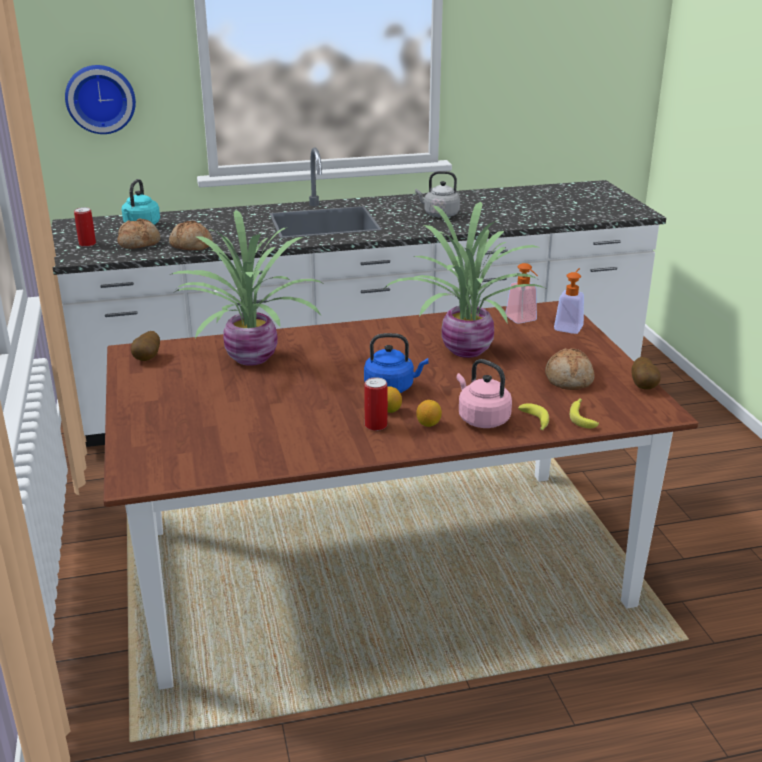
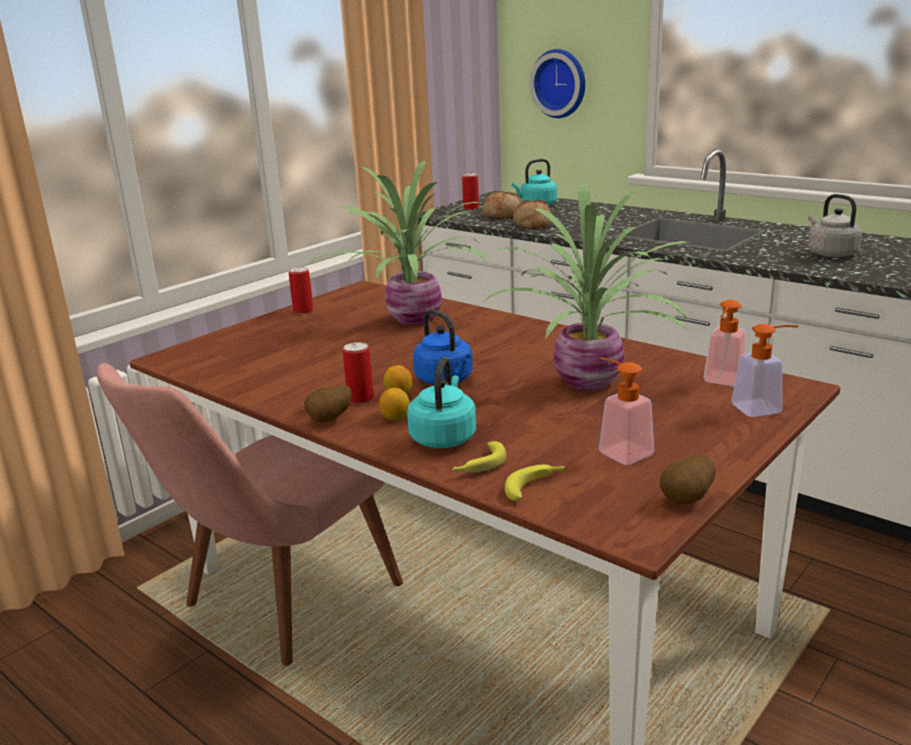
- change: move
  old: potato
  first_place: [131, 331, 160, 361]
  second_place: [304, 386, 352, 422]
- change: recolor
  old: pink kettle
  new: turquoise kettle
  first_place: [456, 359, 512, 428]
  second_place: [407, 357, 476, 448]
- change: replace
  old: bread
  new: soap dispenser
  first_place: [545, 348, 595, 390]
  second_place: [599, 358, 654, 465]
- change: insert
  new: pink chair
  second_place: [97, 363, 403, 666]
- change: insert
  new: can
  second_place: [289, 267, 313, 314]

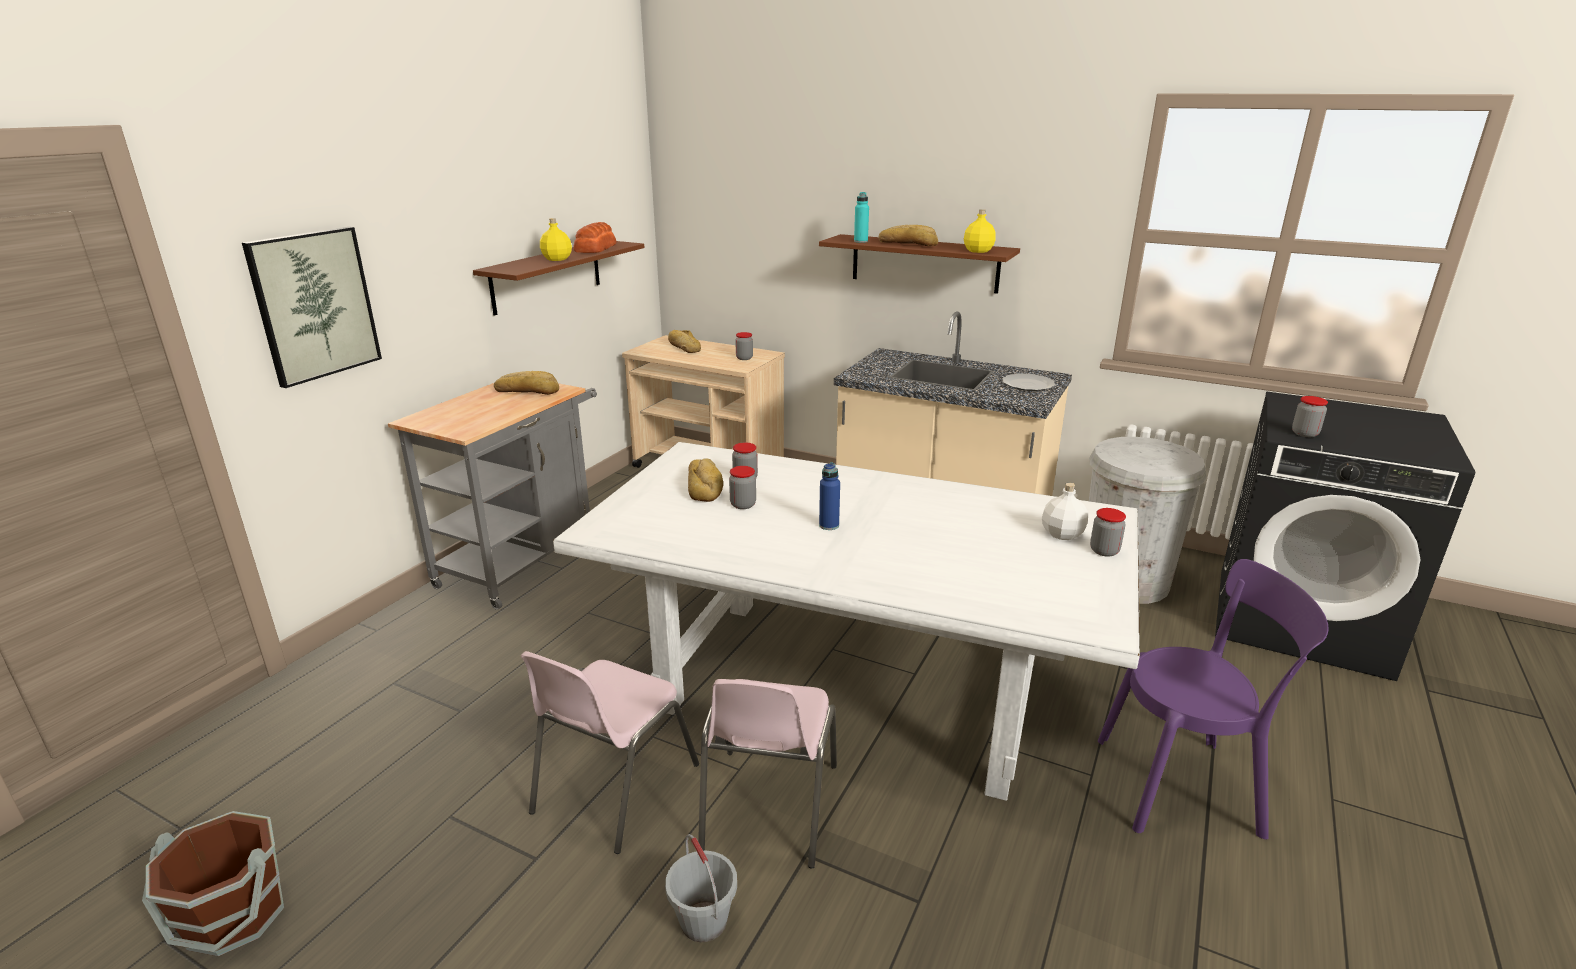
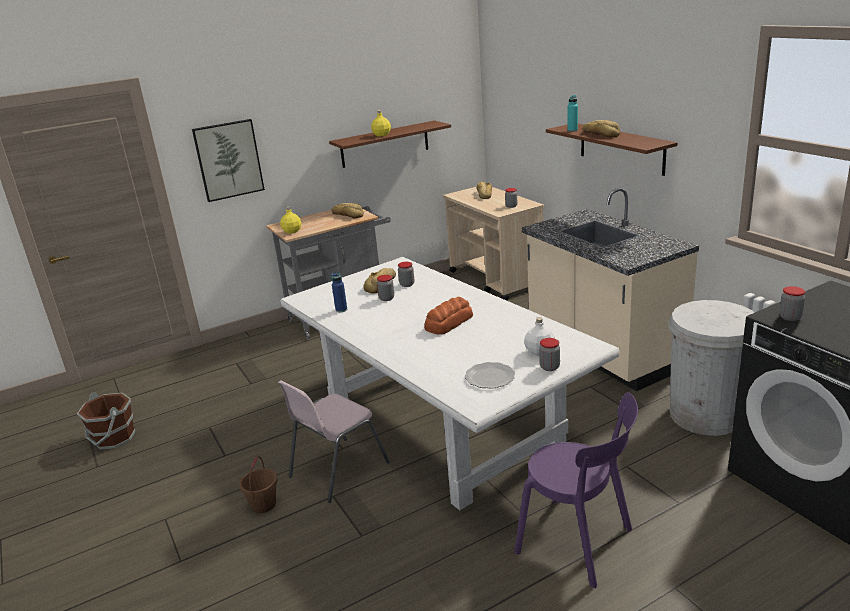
- change: delete
  old: pink chair
  first_place: [521, 651, 699, 854]
- change: move
  old: bread
  first_place: [573, 222, 617, 253]
  second_place: [424, 297, 473, 334]
- change: recolor
  old: grey bucket
  new: brown bucket
  first_place: [665, 834, 737, 942]
  second_place: [239, 456, 278, 513]
- change: move
  old: blue bottle
  first_place: [819, 462, 840, 530]
  second_place: [331, 272, 347, 312]
- change: move
  old: yellow bottle
  first_place: [964, 209, 996, 253]
  second_place: [280, 206, 301, 234]
- change: move
  old: plate
  first_place: [1002, 373, 1056, 391]
  second_place: [465, 362, 515, 389]

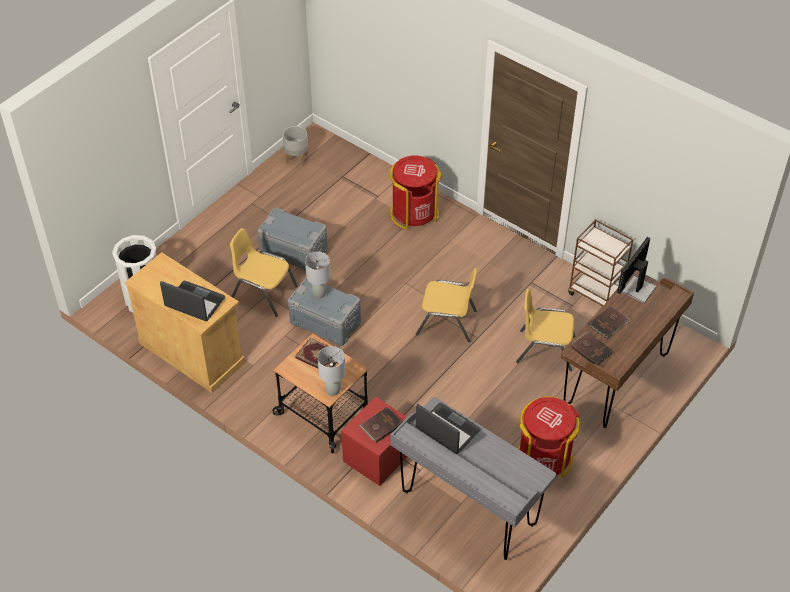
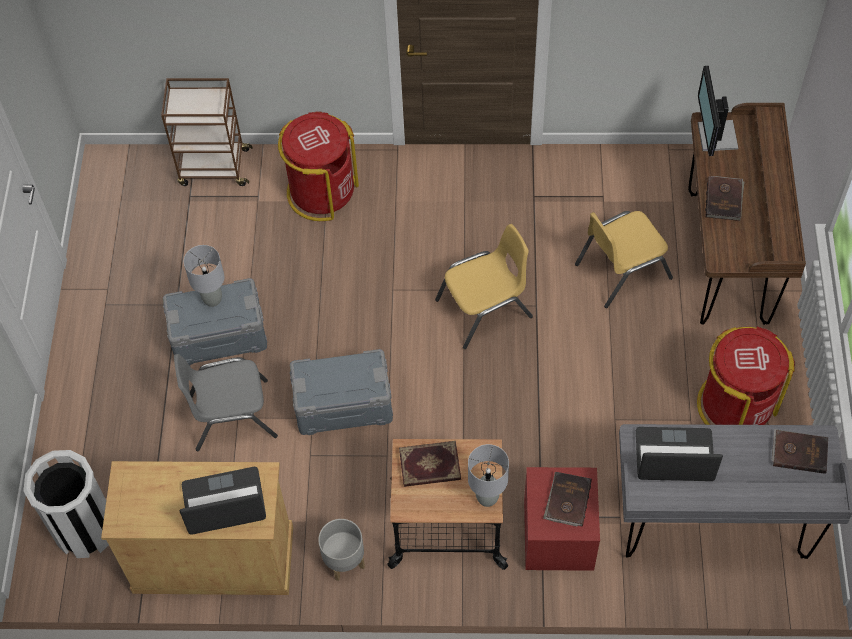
- change: recolor
  old: yellow chair
  new: grey chair
  first_place: [230, 228, 298, 317]
  second_place: [174, 354, 278, 451]
- change: move
  old: grey planter
  first_place: [283, 126, 308, 166]
  second_place: [318, 519, 365, 581]
- change: move
  old: grey table lamp
  first_place: [305, 252, 331, 298]
  second_place: [184, 245, 224, 307]
- change: move
  old: brown cart
  first_place: [568, 219, 634, 306]
  second_place: [161, 78, 253, 186]
- change: move
  old: brown book
  first_place: [571, 331, 613, 365]
  second_place: [772, 429, 828, 474]

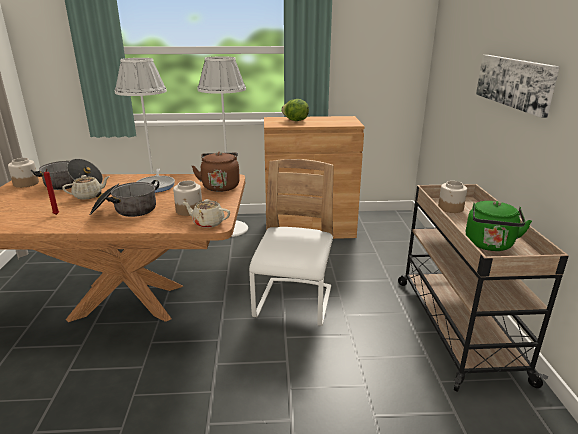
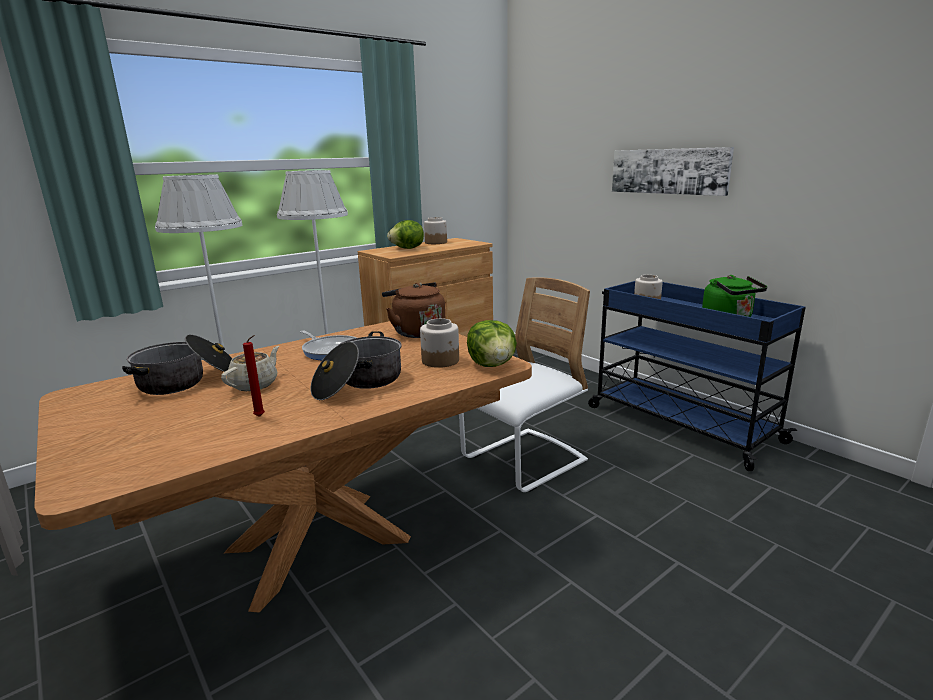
- change: move
  old: jar
  first_place: [8, 158, 39, 188]
  second_place: [424, 217, 447, 244]
- change: replace
  old: beige teapot
  new: lettuce
  first_place: [182, 199, 230, 228]
  second_place: [467, 320, 517, 367]
- change: rotate
  old: white chair
  first_place: [249, 159, 334, 326]
  second_place: [459, 277, 590, 492]
  degrees: 75
- change: recolor
  old: beige cart
  new: blue cart
  first_place: [398, 184, 569, 392]
  second_place: [588, 281, 806, 471]

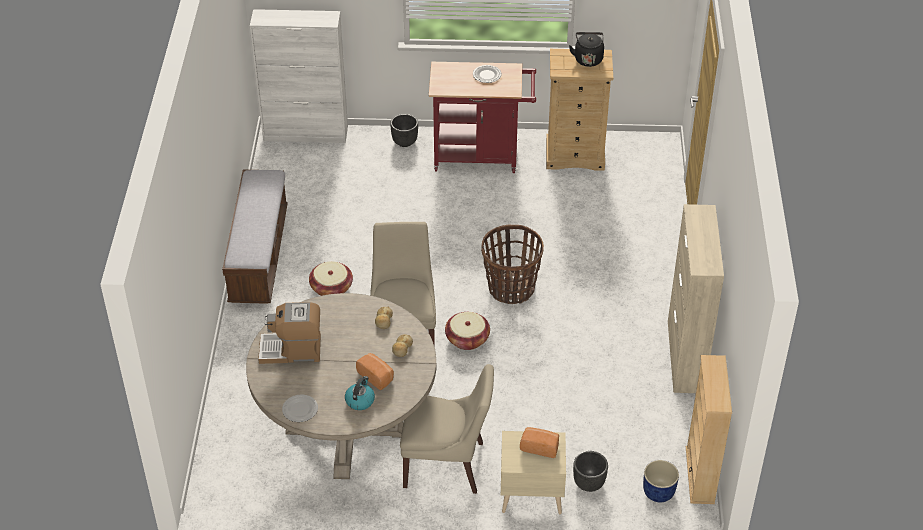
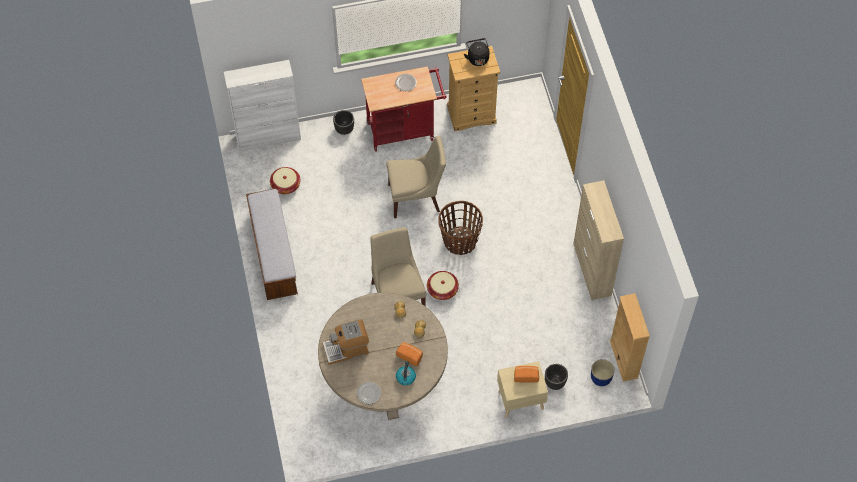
- change: move
  old: basket
  first_place: [309, 261, 353, 296]
  second_place: [270, 167, 301, 194]
- change: move
  old: beige chair
  first_place: [400, 364, 494, 494]
  second_place: [386, 136, 446, 218]

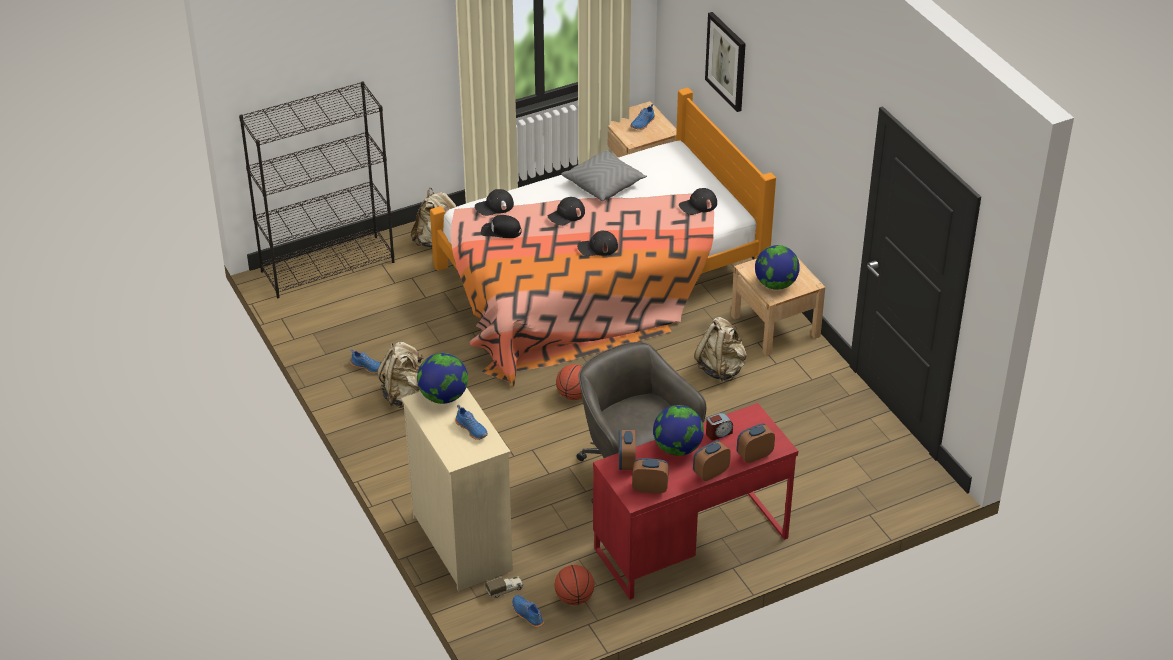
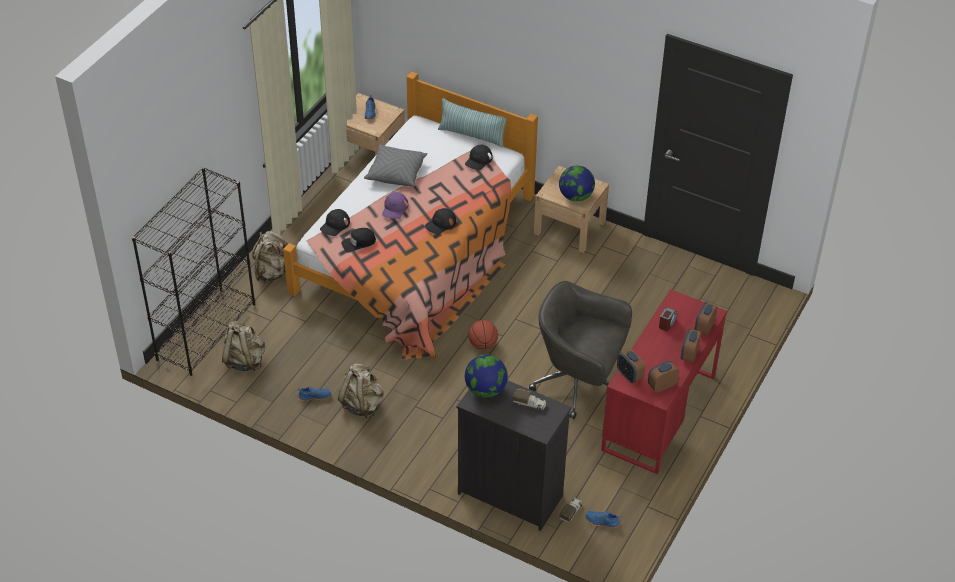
- change: recolor
  old: beige dresser
  new: black dresser
  first_place: [401, 387, 513, 591]
  second_place: [457, 380, 571, 531]
- change: replace
  old: blue shoe
  new: toy truck
  first_place: [455, 405, 488, 440]
  second_place: [513, 388, 546, 411]
- change: recolor
  old: black cap
  new: purple cap
  first_place: [548, 197, 585, 226]
  second_place: [382, 192, 408, 219]
- change: delete
  old: basketball
  first_place: [554, 565, 594, 605]
- change: delete
  old: globe
  first_place: [653, 405, 704, 456]
- change: move
  old: beige backpack
  first_place: [694, 317, 747, 382]
  second_place: [222, 321, 265, 371]
- change: delete
  old: picture
  first_place: [705, 12, 745, 112]
- change: insert
  new: pillow
  second_place: [438, 98, 506, 147]

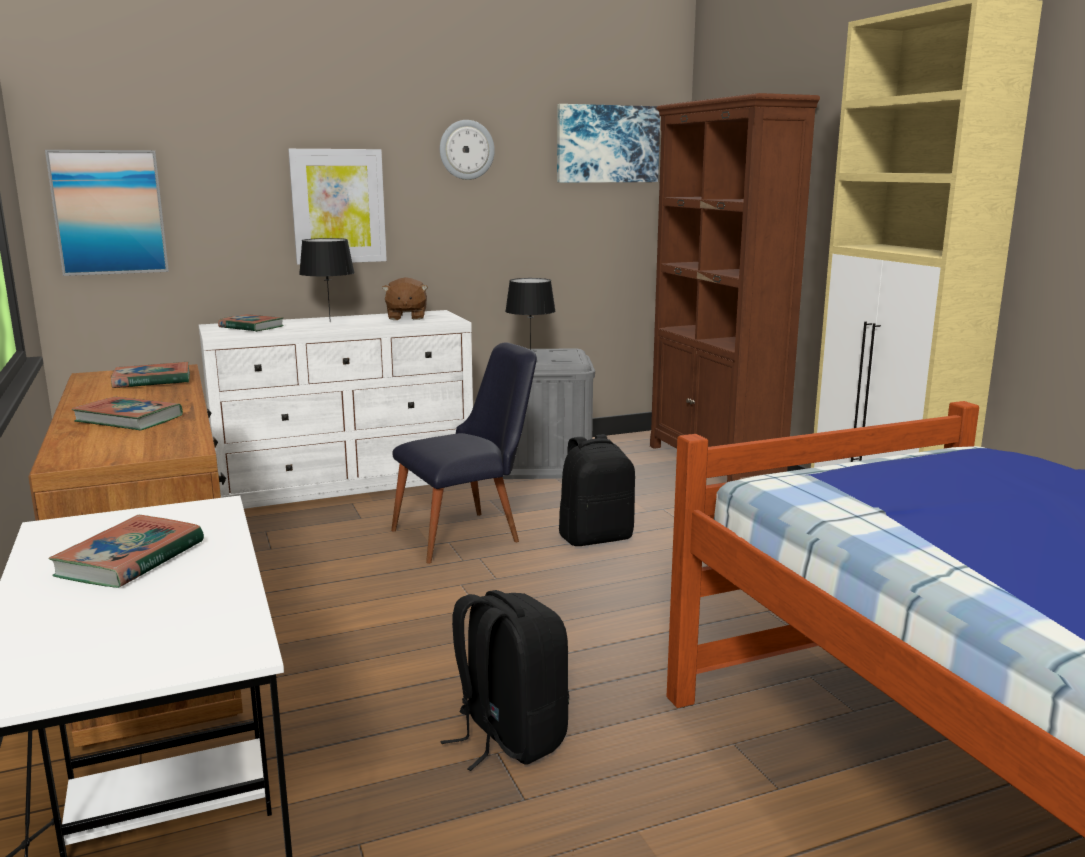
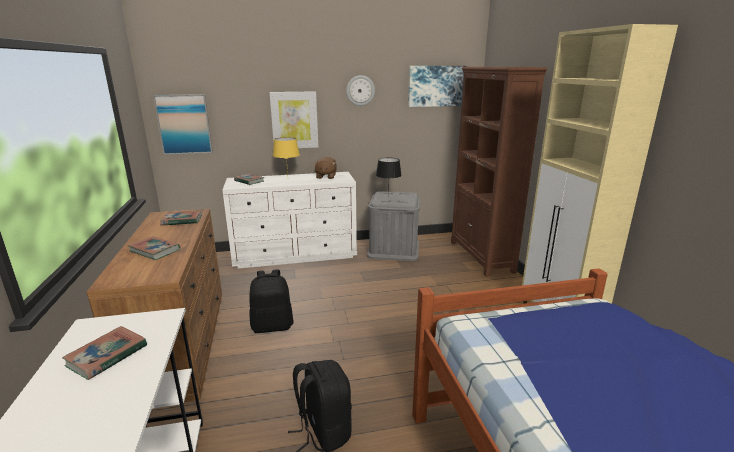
- change: recolor
  old: black table lamp
  new: yellow table lamp
  first_place: [299, 238, 355, 322]
  second_place: [273, 137, 300, 175]
- change: delete
  old: black chair
  first_place: [391, 342, 537, 564]
- change: move
  old: black backpack
  first_place: [558, 434, 635, 546]
  second_place: [249, 269, 293, 333]

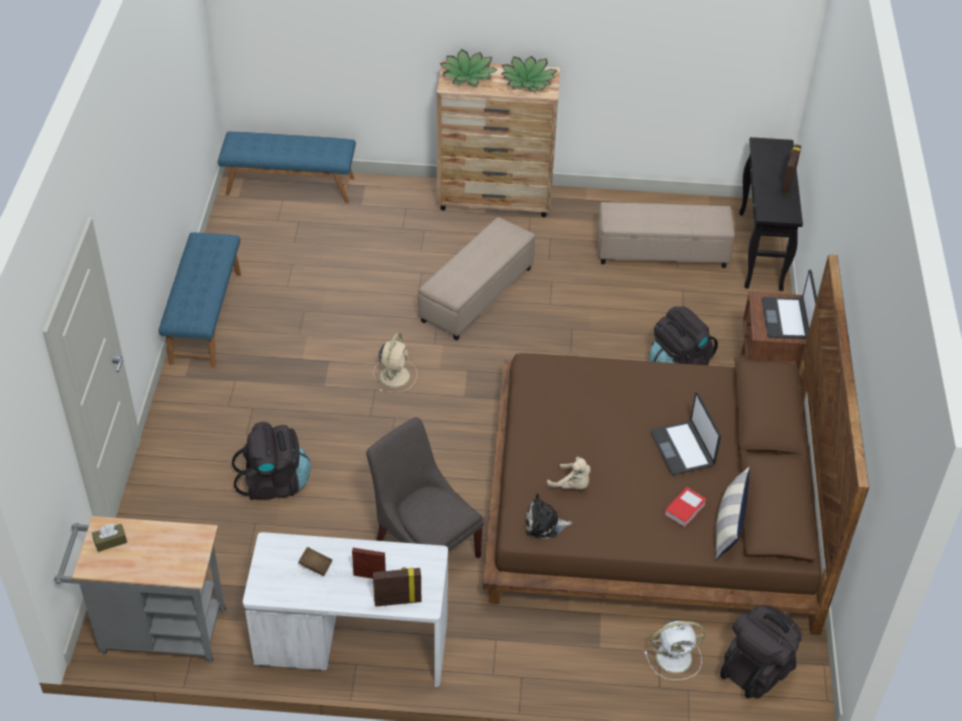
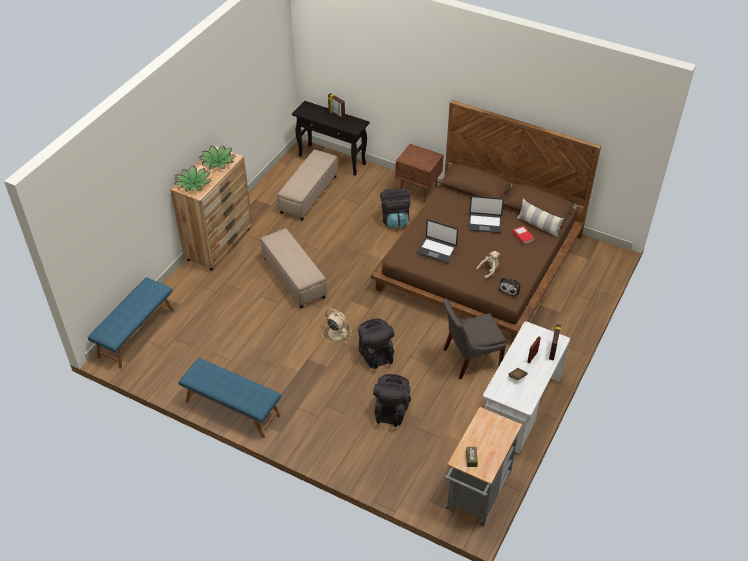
- change: delete
  old: white fan
  first_place: [644, 620, 705, 680]
- change: move
  old: black backpack
  first_place: [720, 606, 802, 699]
  second_place: [358, 318, 394, 369]
- change: move
  old: laptop
  first_place: [762, 269, 817, 339]
  second_place: [417, 219, 458, 263]

